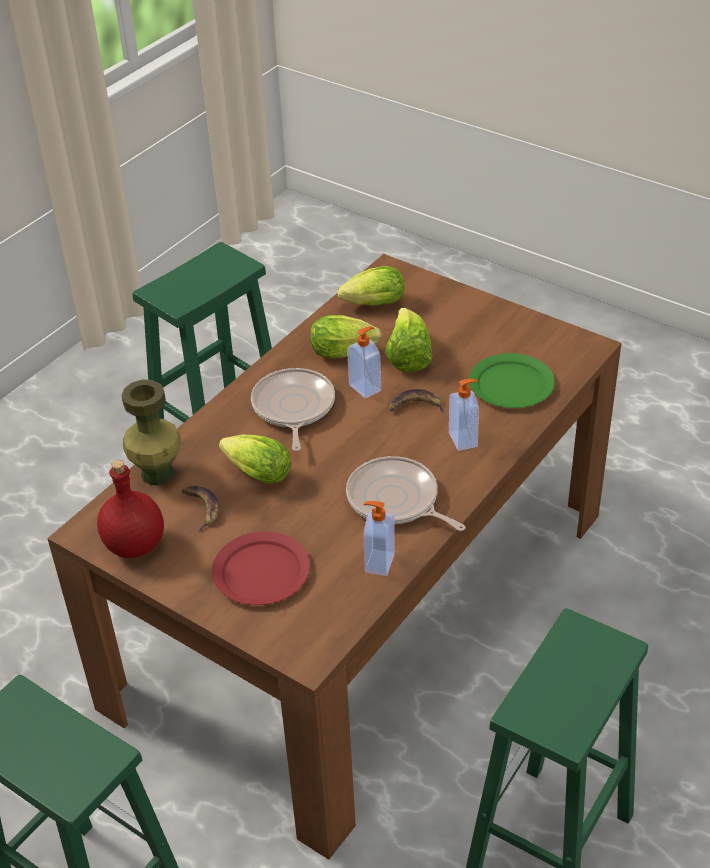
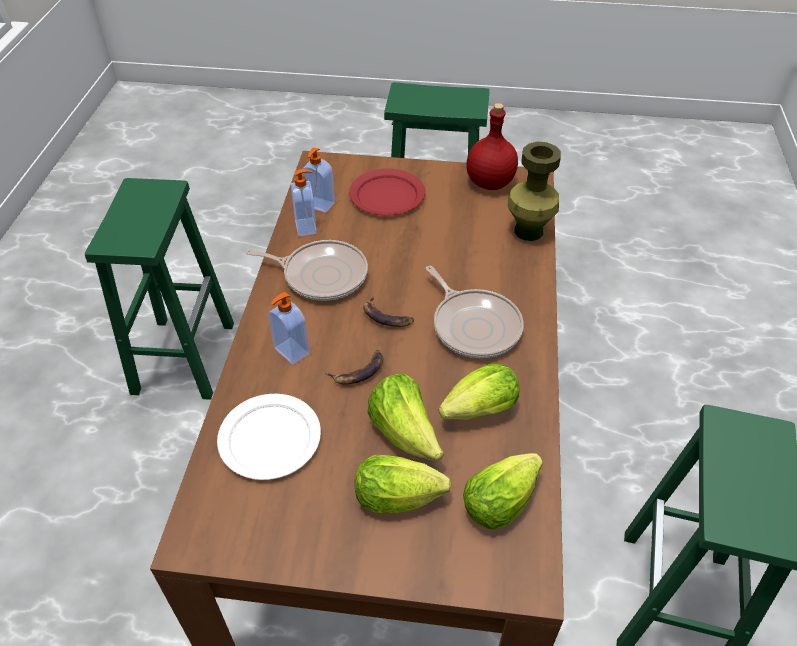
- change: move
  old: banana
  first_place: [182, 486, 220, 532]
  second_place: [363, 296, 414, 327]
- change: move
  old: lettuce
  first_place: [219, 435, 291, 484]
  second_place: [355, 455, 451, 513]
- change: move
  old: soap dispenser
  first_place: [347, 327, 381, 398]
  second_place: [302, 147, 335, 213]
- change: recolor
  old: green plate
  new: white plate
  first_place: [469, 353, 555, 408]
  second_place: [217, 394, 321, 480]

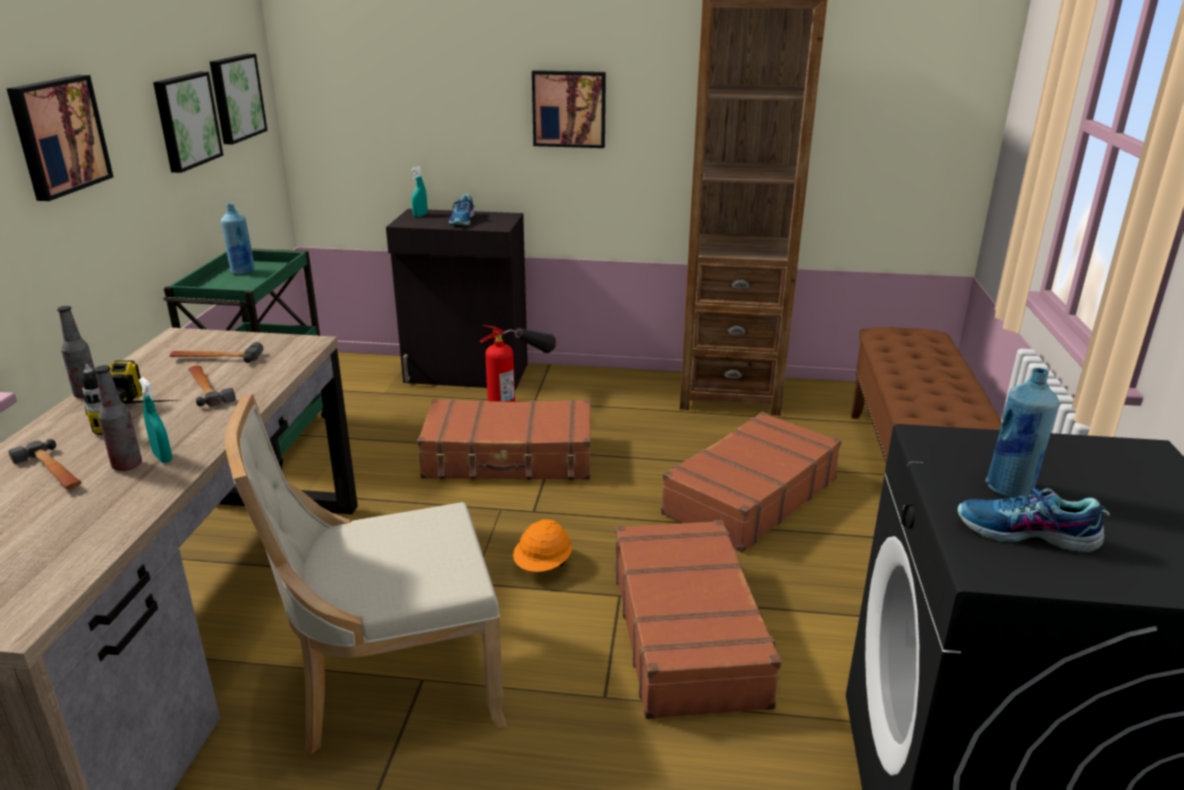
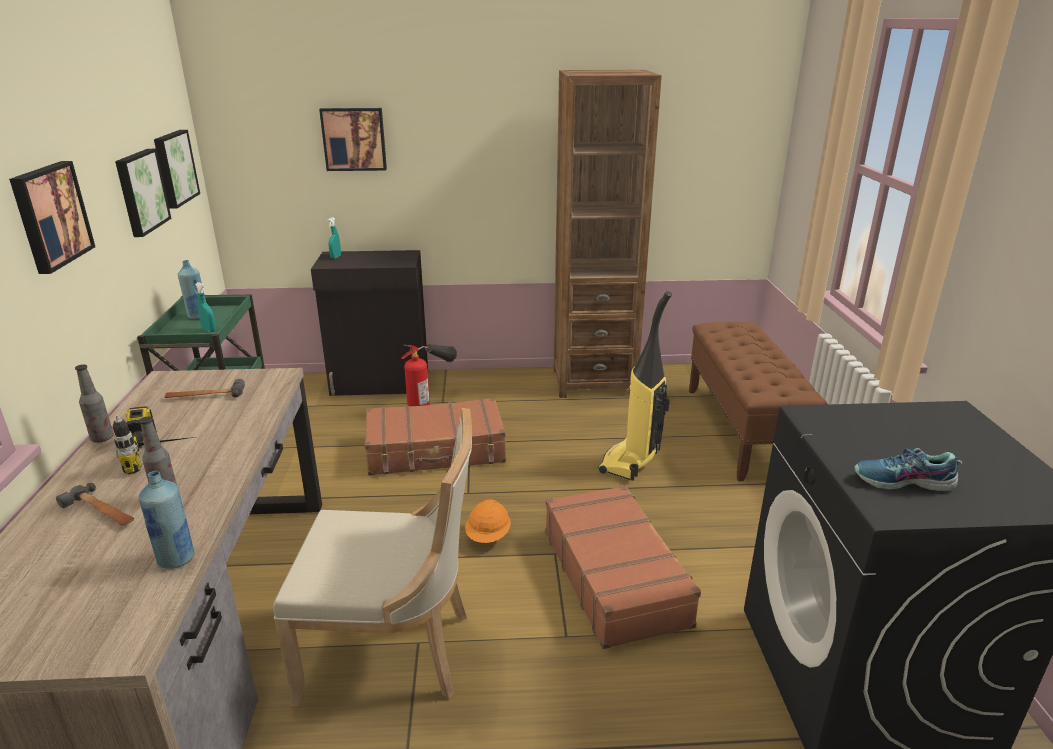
- change: move
  old: turquoise spray bottle
  first_place: [139, 377, 172, 463]
  second_place: [195, 282, 216, 332]
- change: delete
  old: hammer
  first_place: [188, 366, 236, 407]
- change: rotate
  old: beige chair
  first_place: [225, 394, 507, 754]
  second_place: [273, 408, 472, 707]
  degrees: -150
- change: delete
  old: shoe
  first_place: [449, 194, 475, 226]
- change: move
  old: picture
  first_place: [532, 70, 606, 148]
  second_place: [319, 108, 387, 171]
- change: replace
  old: brown suitcase
  new: vacuum cleaner
  first_place: [661, 411, 841, 552]
  second_place: [599, 291, 672, 481]
- change: move
  old: blue bottle
  first_place: [986, 368, 1059, 498]
  second_place: [139, 471, 194, 569]

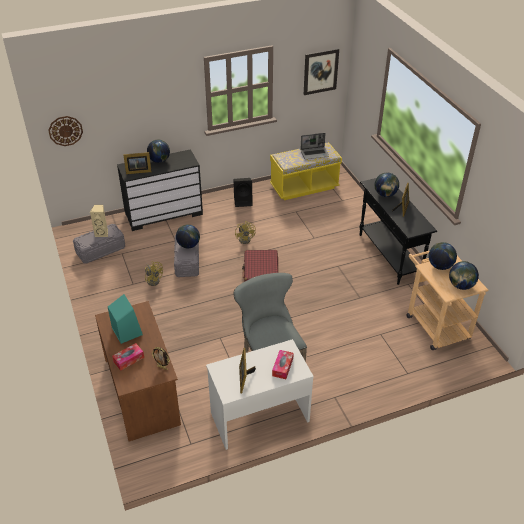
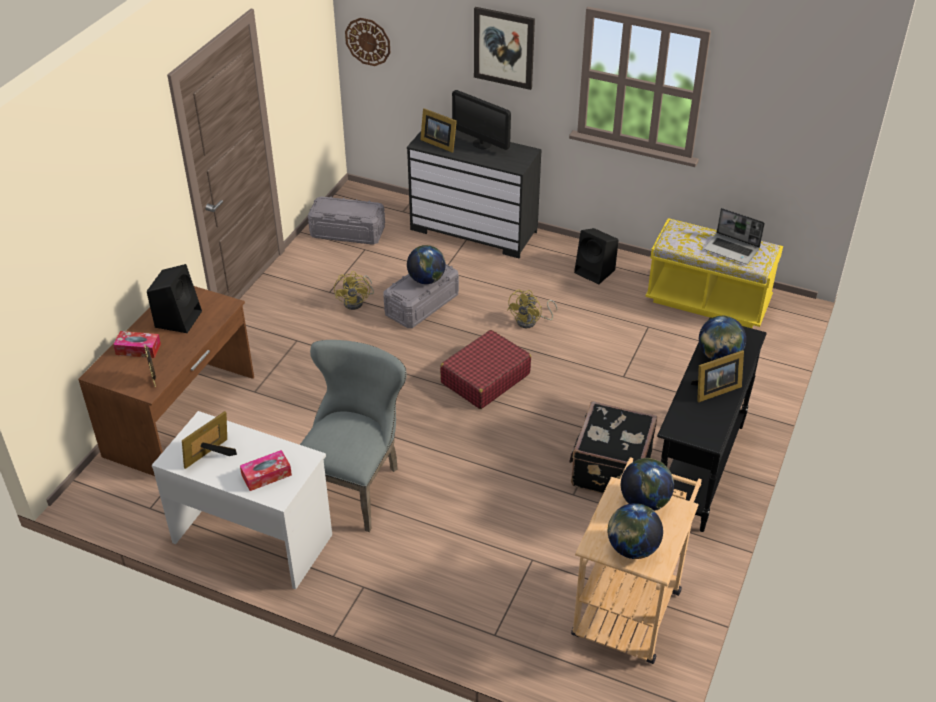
- change: delete
  old: beige speaker
  first_place: [90, 205, 108, 237]
- change: recolor
  old: turquoise speaker
  new: black speaker
  first_place: [108, 294, 143, 344]
  second_place: [147, 264, 202, 333]
- change: replace
  old: globe
  new: monitor
  first_place: [147, 140, 170, 163]
  second_place: [452, 90, 511, 150]
- change: move
  old: picture
  first_place: [304, 48, 339, 95]
  second_place: [474, 7, 535, 90]
- change: insert
  new: black suitcase
  second_place: [569, 401, 657, 494]

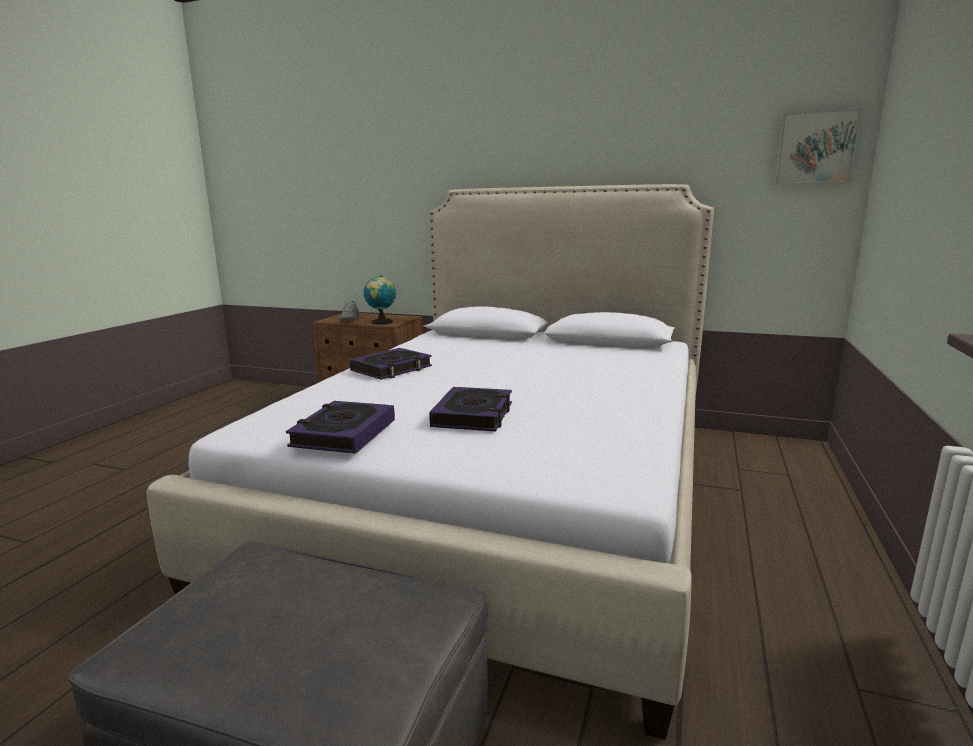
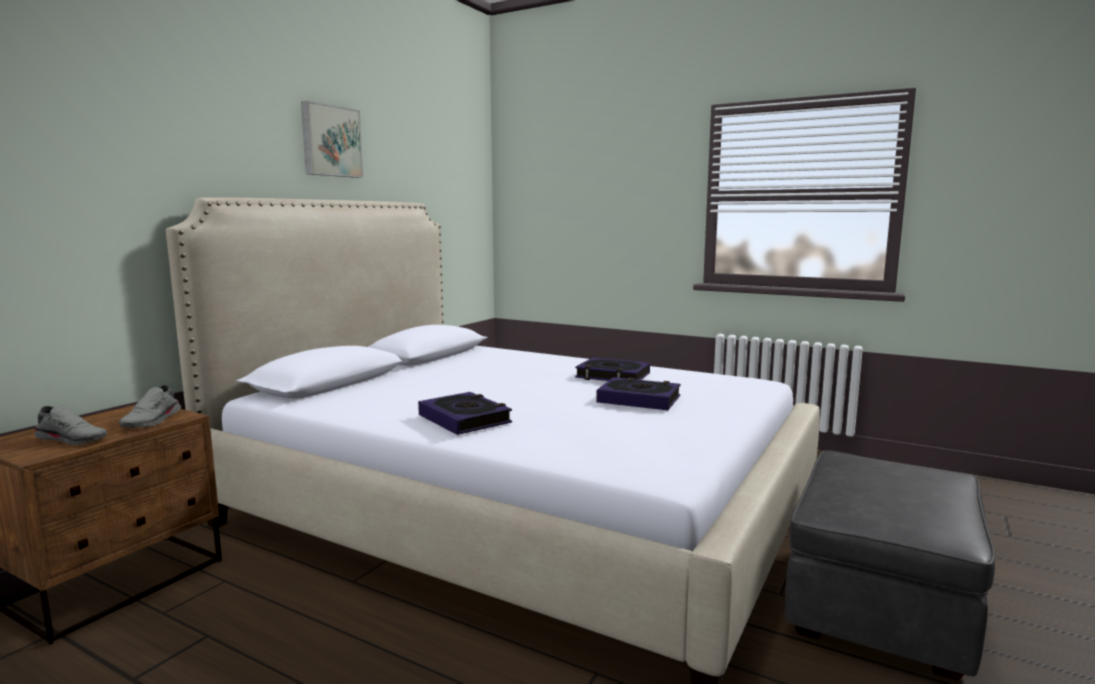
- change: move
  old: book
  first_place: [286, 401, 395, 454]
  second_place: [575, 357, 650, 381]
- change: replace
  old: globe
  new: grey shoe
  first_place: [364, 276, 396, 324]
  second_place: [119, 385, 181, 428]
- change: move
  old: picture
  first_place: [774, 108, 862, 184]
  second_place: [301, 101, 363, 178]

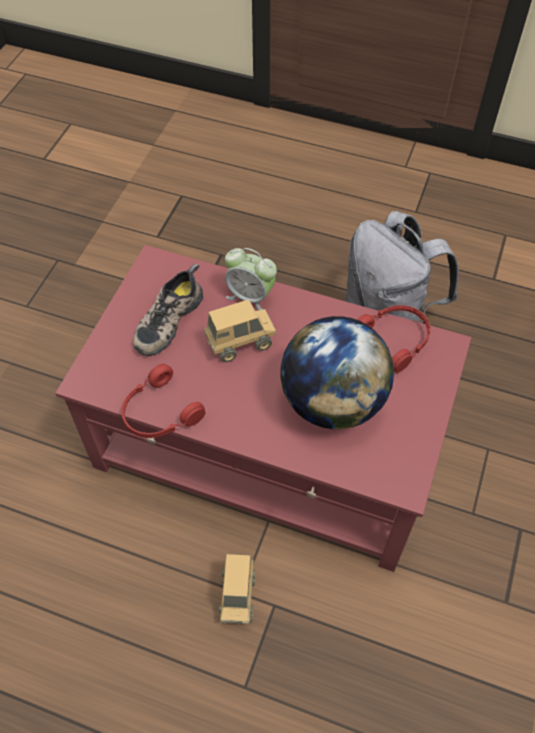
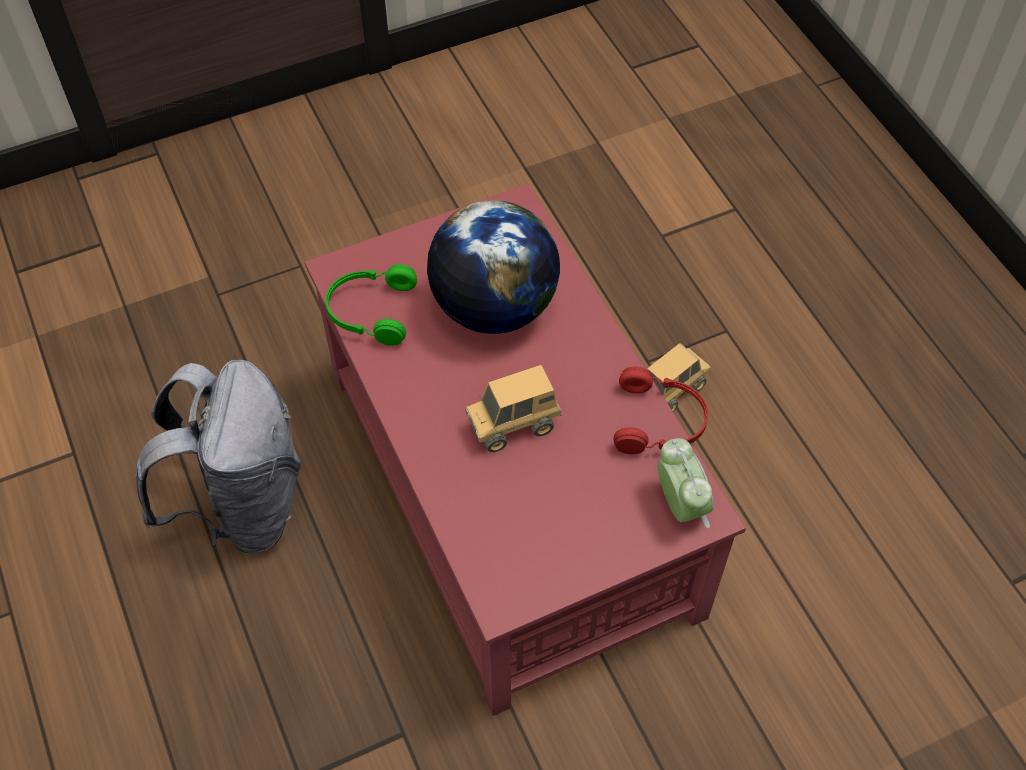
- change: delete
  old: shoe
  first_place: [133, 264, 203, 356]
- change: rotate
  old: toy truck
  first_place: [204, 299, 276, 362]
  second_place: [465, 365, 562, 452]
  degrees: -45
- change: move
  old: alarm clock
  first_place: [225, 248, 277, 310]
  second_place: [657, 438, 714, 528]
- change: recolor
  old: red headphones
  new: green headphones
  first_place: [357, 305, 430, 373]
  second_place: [325, 264, 417, 346]

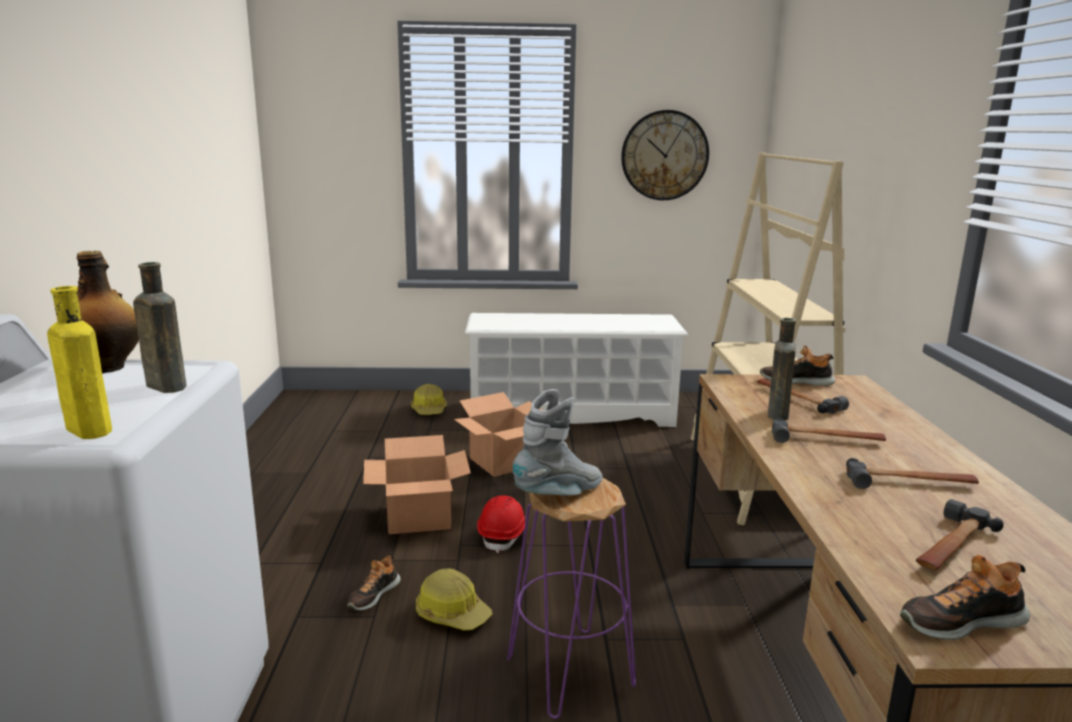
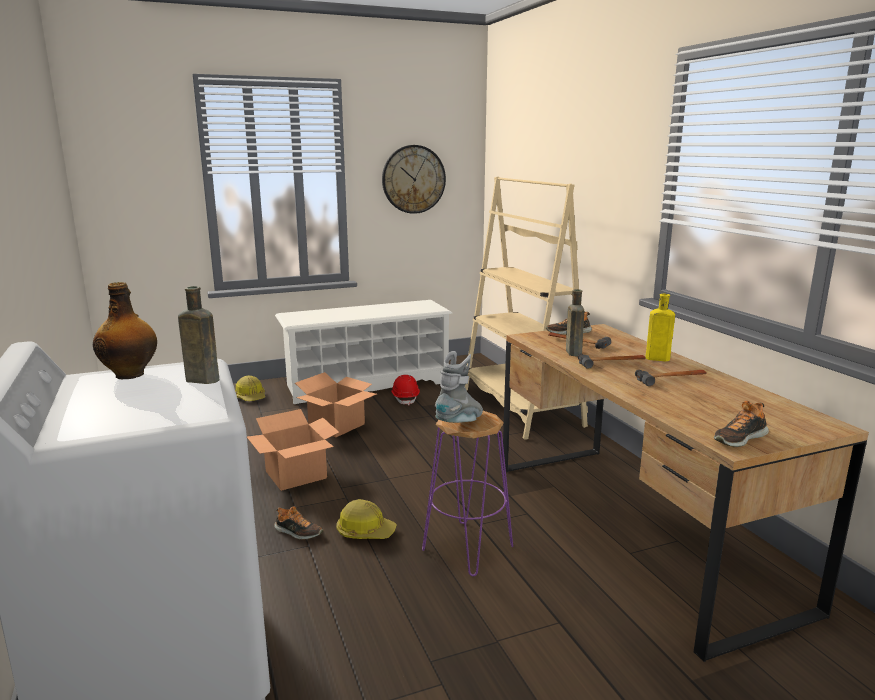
- change: move
  old: yellow bottle
  first_place: [47, 286, 112, 439]
  second_place: [646, 293, 675, 361]
- change: rotate
  old: shoe
  first_place: [347, 556, 401, 611]
  second_place: [274, 506, 323, 540]
  degrees: -75
- change: move
  old: red hard hat
  first_place: [477, 495, 525, 553]
  second_place: [391, 375, 420, 406]
- change: delete
  old: hammer
  first_place: [916, 499, 1004, 570]

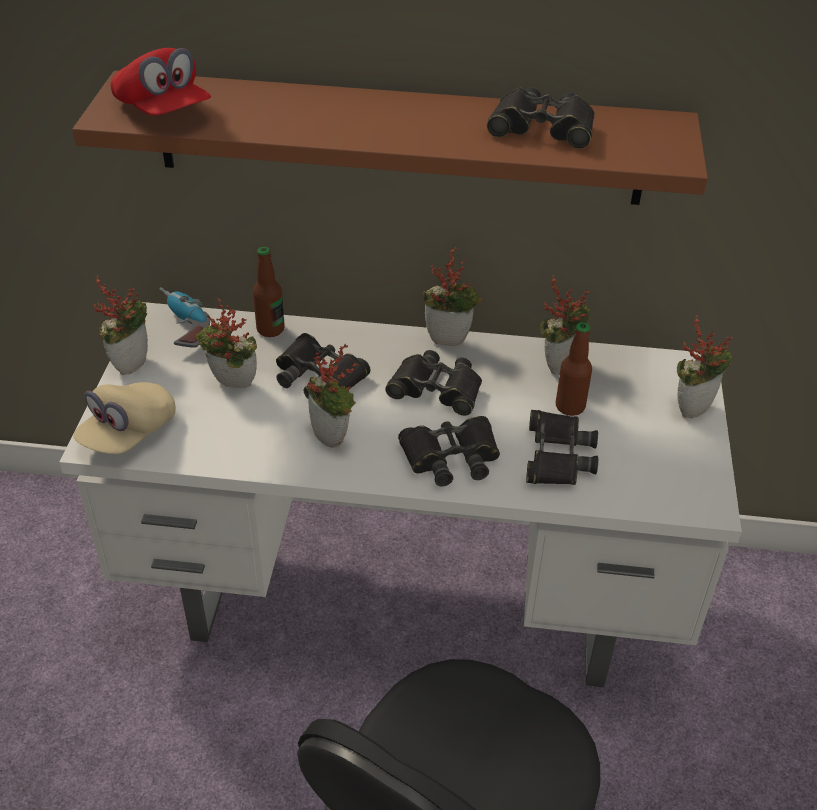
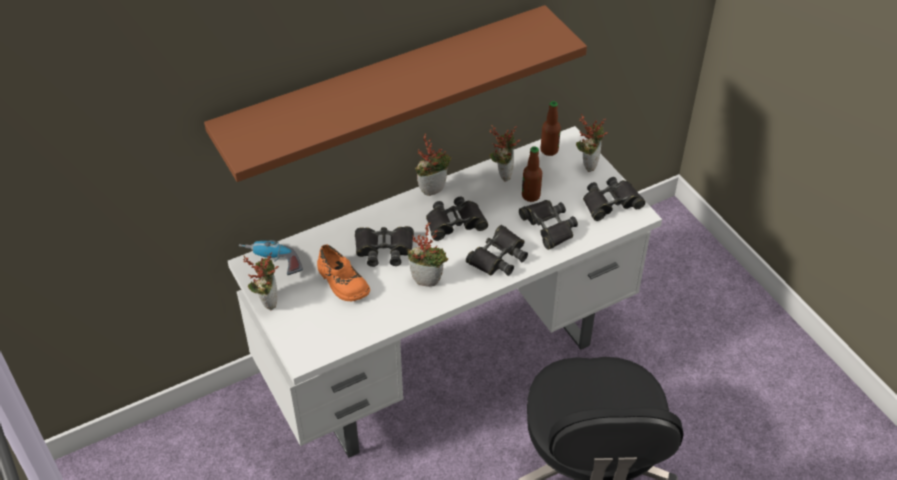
- change: delete
  old: beige cap
  first_place: [73, 382, 175, 454]
- change: delete
  old: red cap
  first_place: [110, 48, 211, 115]
- change: replace
  old: potted plant
  new: orange shoe
  first_place: [196, 298, 257, 388]
  second_place: [317, 245, 370, 302]
- change: move
  old: bottle
  first_place: [253, 247, 285, 337]
  second_place: [541, 101, 561, 156]
- change: move
  old: black binoculars
  first_place: [487, 87, 595, 149]
  second_place: [583, 177, 645, 221]

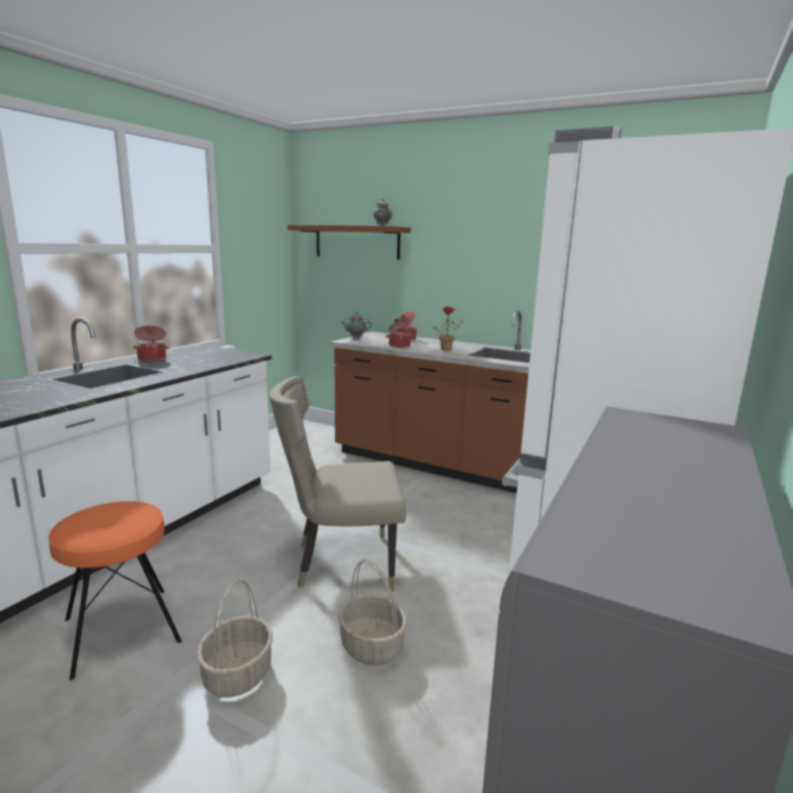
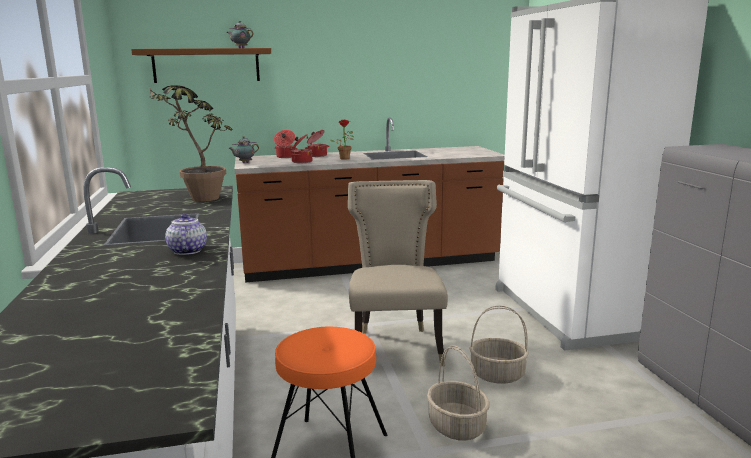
- change: move
  old: cooking pot
  first_place: [132, 325, 170, 361]
  second_place: [304, 130, 329, 157]
- change: rotate
  old: beige chair
  first_place: [269, 376, 406, 591]
  second_place: [348, 180, 448, 366]
  degrees: 135
- change: insert
  new: potted plant
  second_place: [149, 85, 233, 202]
- change: insert
  new: teapot
  second_place: [165, 214, 207, 255]

